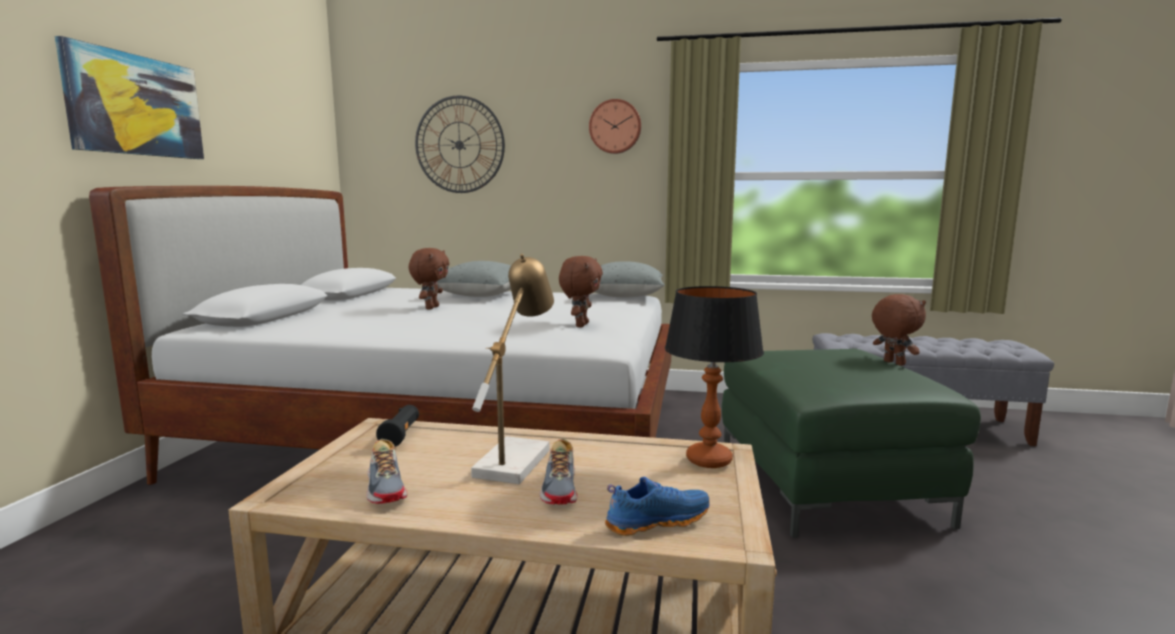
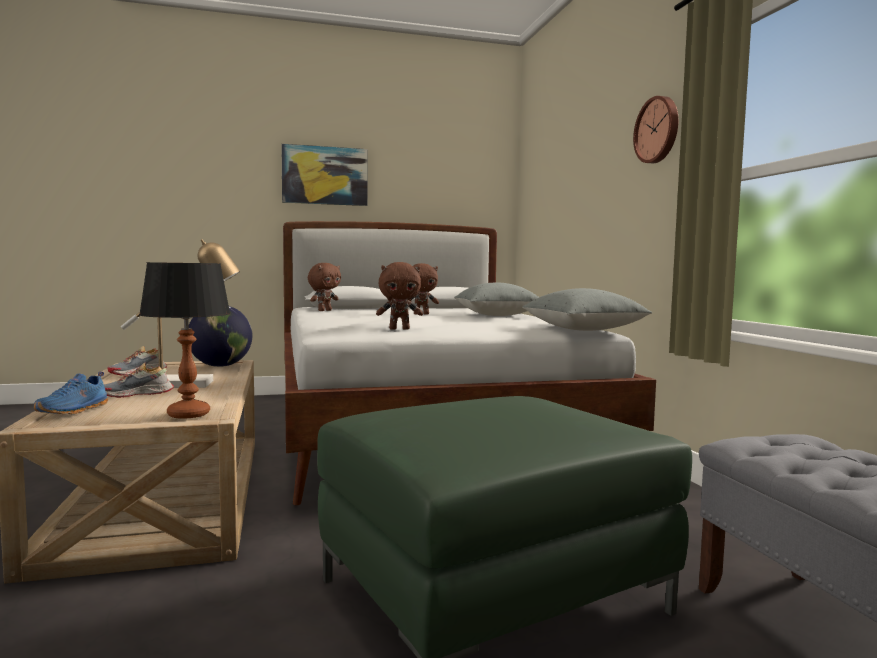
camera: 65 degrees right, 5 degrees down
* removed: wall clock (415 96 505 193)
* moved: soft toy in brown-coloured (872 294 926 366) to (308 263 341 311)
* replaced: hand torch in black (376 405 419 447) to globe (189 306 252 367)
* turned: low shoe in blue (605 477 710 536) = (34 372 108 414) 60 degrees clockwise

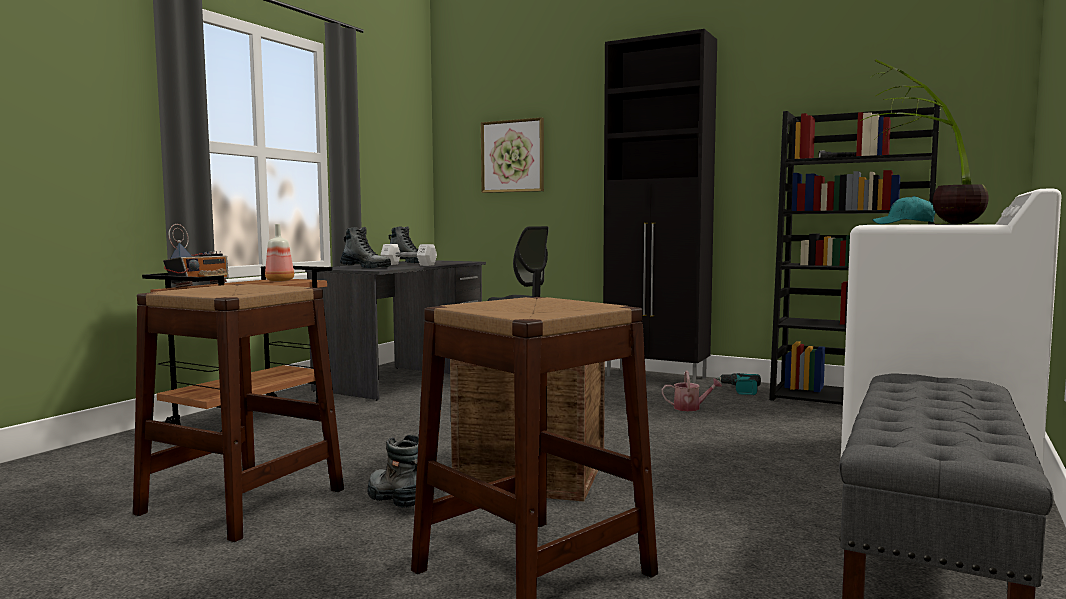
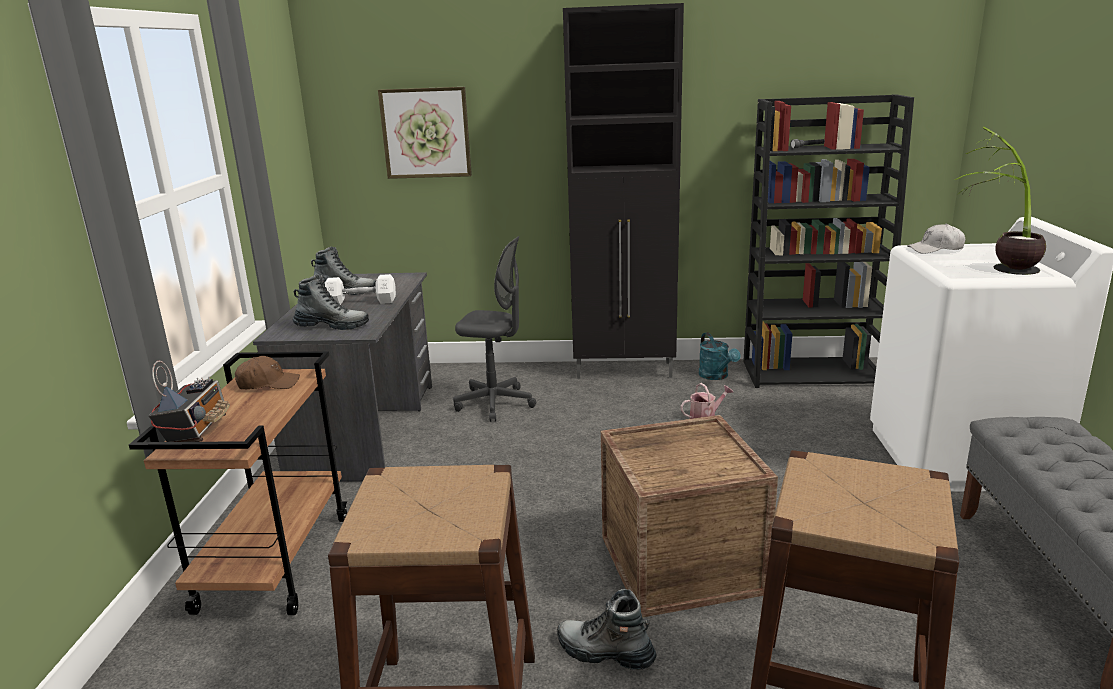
camera: 25 degrees left, 15 degrees up
* recoloured: baseball cap in turquoise-coloured (872 196 936 224) to baseball cap in whitish (907 224 965 254)
* replaced: beverage bottle (265 224 294 281) to baseball cap in brown-coloured (235 356 300 389)
* replaced: electric drill (716 373 761 395) to sprinkling can in turquoise-coloured (699 332 740 380)

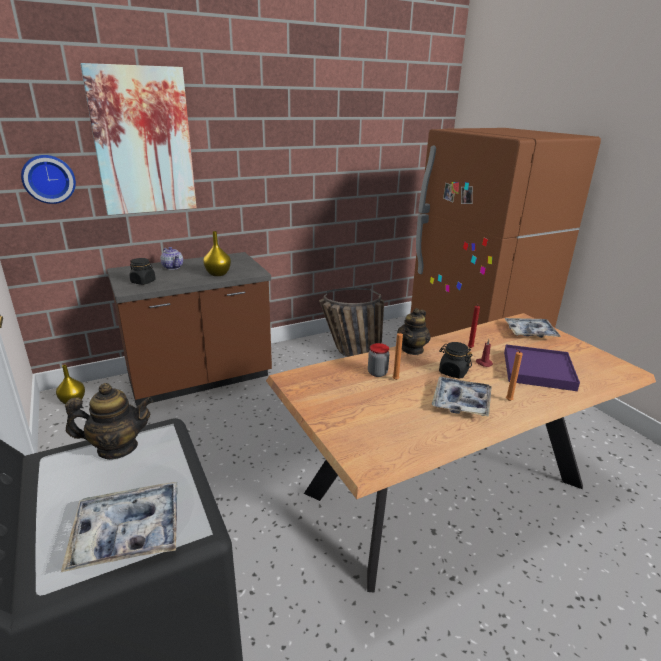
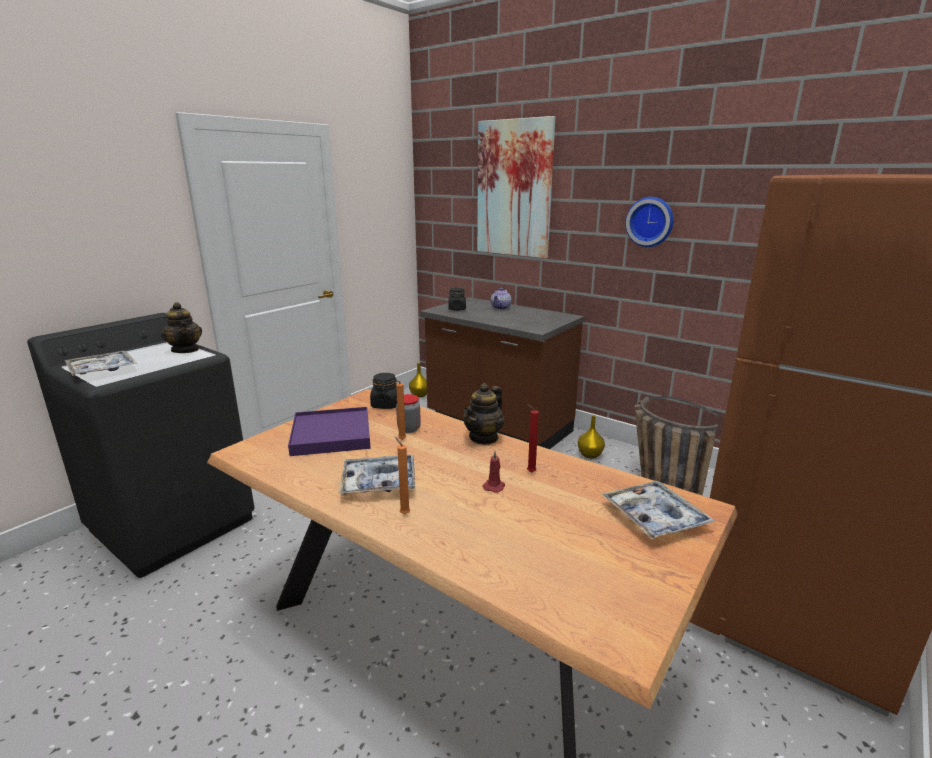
camera: 65 degrees right, 5 degrees down
* moved: wall clock (21 155 76 204) to (625 197 674 247)
* moved: flower vase in yellow-coloured (203 231 231 276) to (578 415 605 459)
* turned: teapot (397 308 431 355) = (463 383 504 445) 60 degrees counterclockwise
* moved: jar in black (439 342 472 378) to (370 373 397 409)
* moved: serving tray in purple (504 344 580 391) to (288 407 371 456)

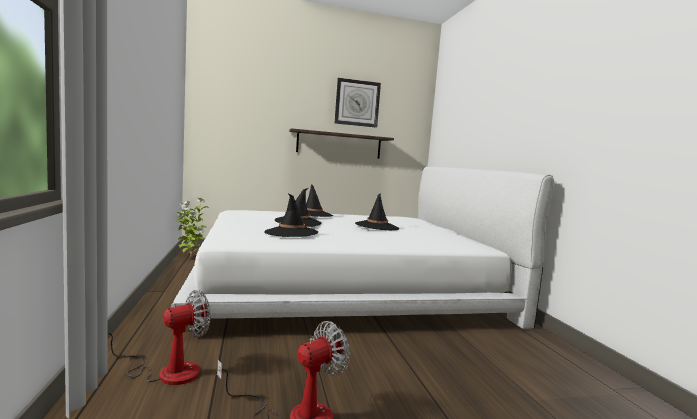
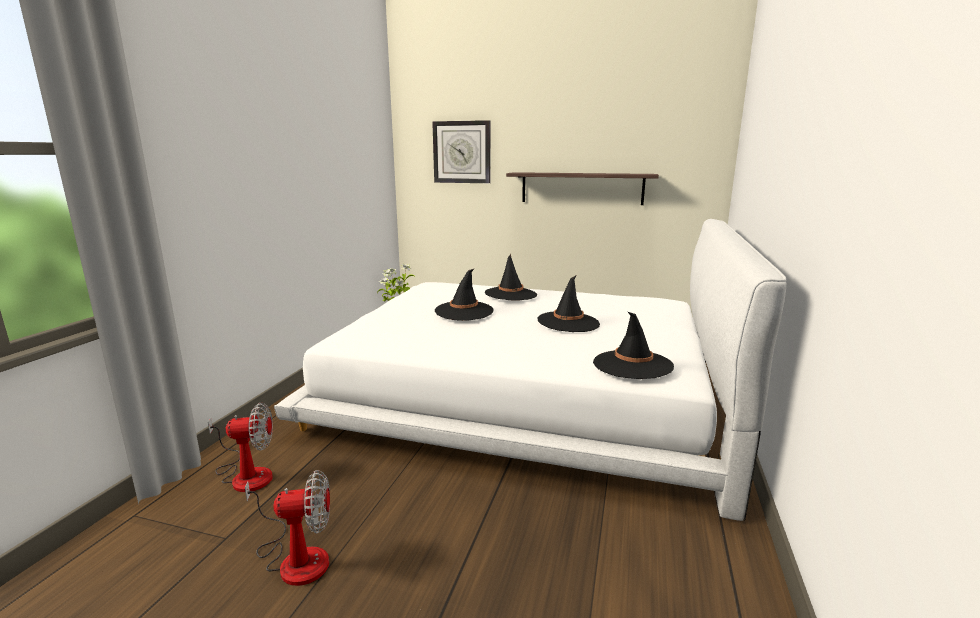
camera: 30 degrees right, 10 degrees up
* moved: wall clock (335 78 381 128) to (432 120 490 183)
* moved: wearable hat in black (264 193 318 237) to (593 312 674 379)

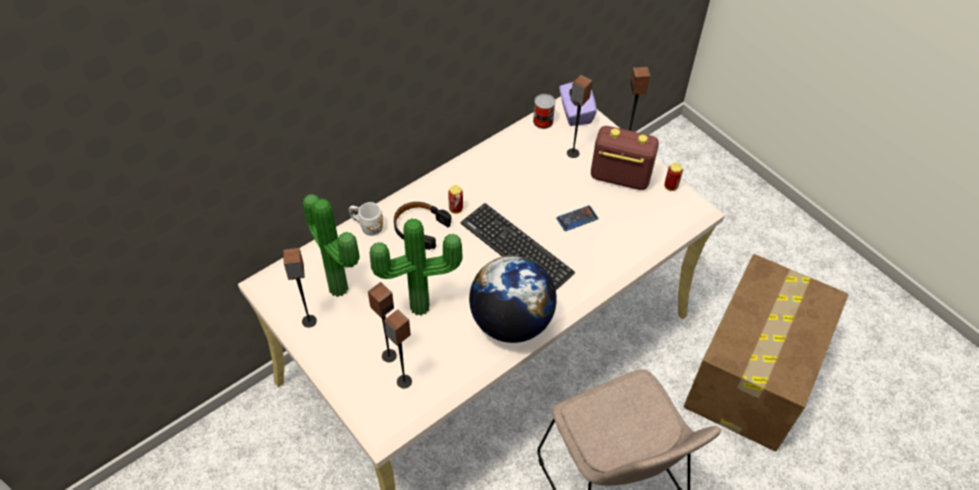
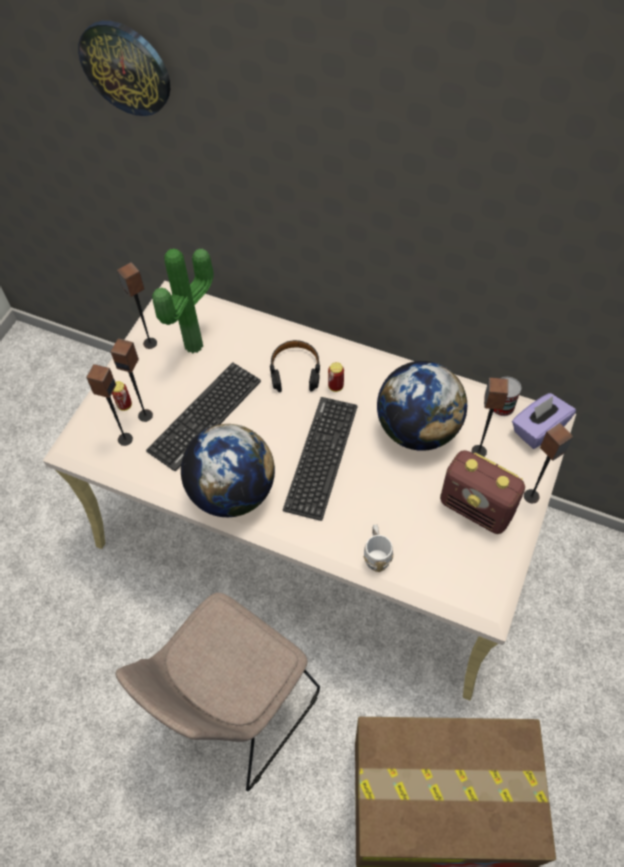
camera: 65 degrees right, 5 degrees up
* turned: radio set (591 126 659 190) = (440 450 525 534) 135 degrees clockwise
* moved: can (664 163 683 191) to (112 381 132 411)
* moved: tea mug in whitish (349 202 383 236) to (364 525 394 572)
* removed: handset (556 205 599 231)
* replaced: potted plant (370 218 463 316) to keyboard (146 362 261 471)
* added: wall clock (78 21 170 116)
* added: globe (377 361 467 451)

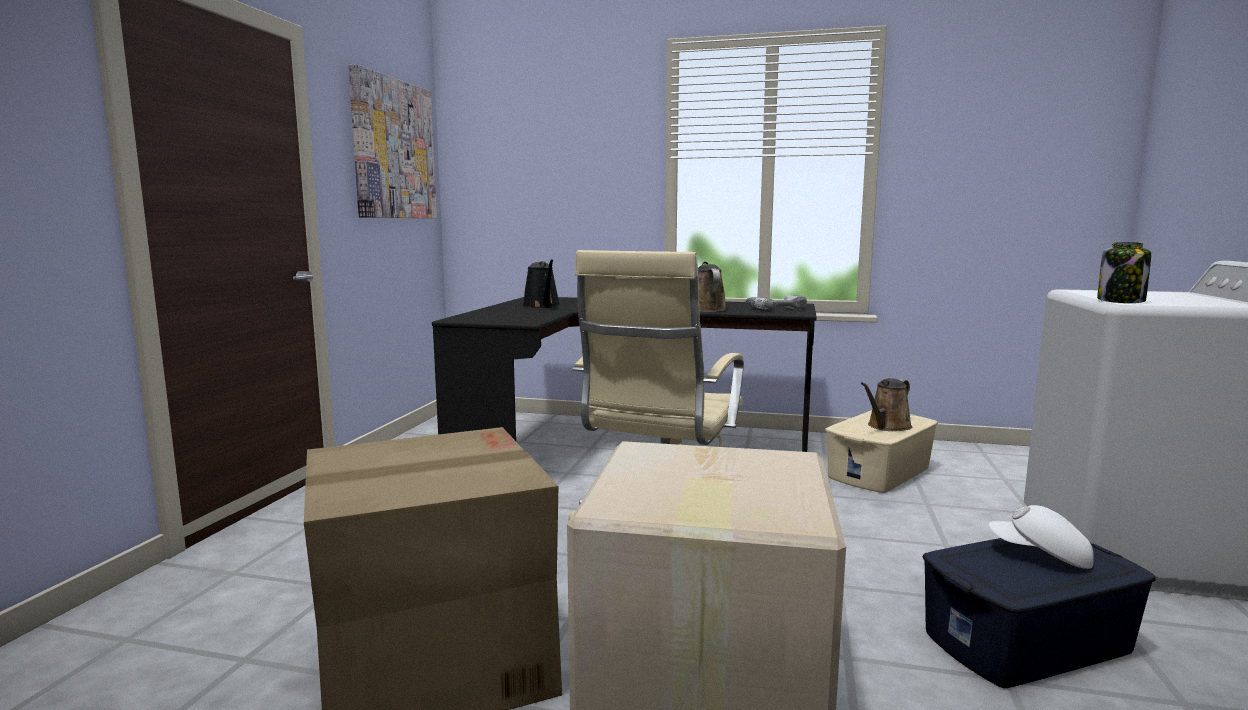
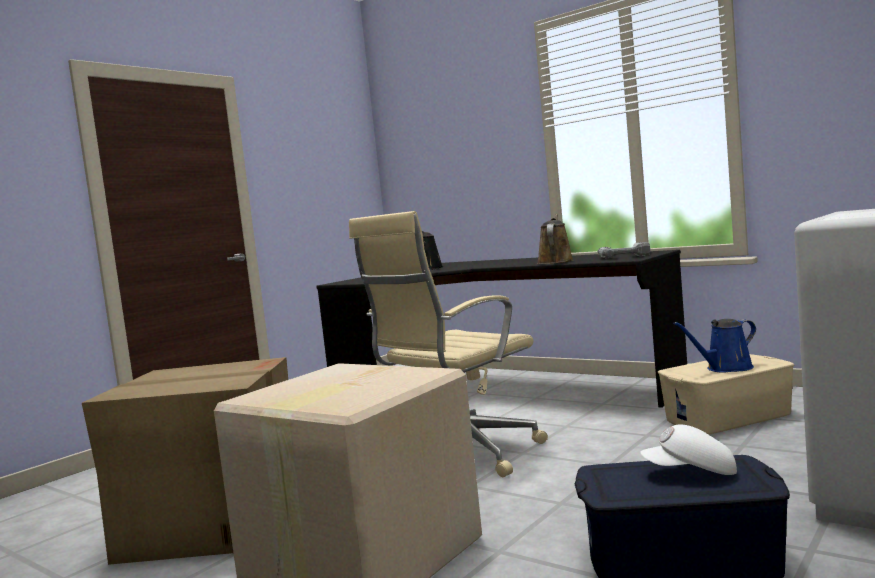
camera: 25 degrees right, 5 degrees down
* removed: picture (348 64 437 218)
* removed: jar (1097 242 1151 303)
* recoloured: sprinkling can in brown-coloured (861 378 912 431) to sprinkling can in blue (673 319 756 373)
* turned: baseball cap in whitish (989 505 1094 569) = (640 424 737 475) 45 degrees counterclockwise

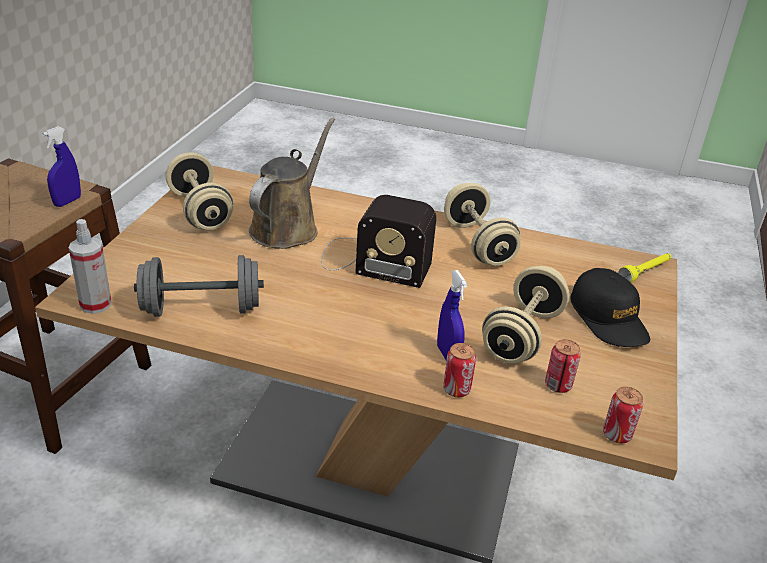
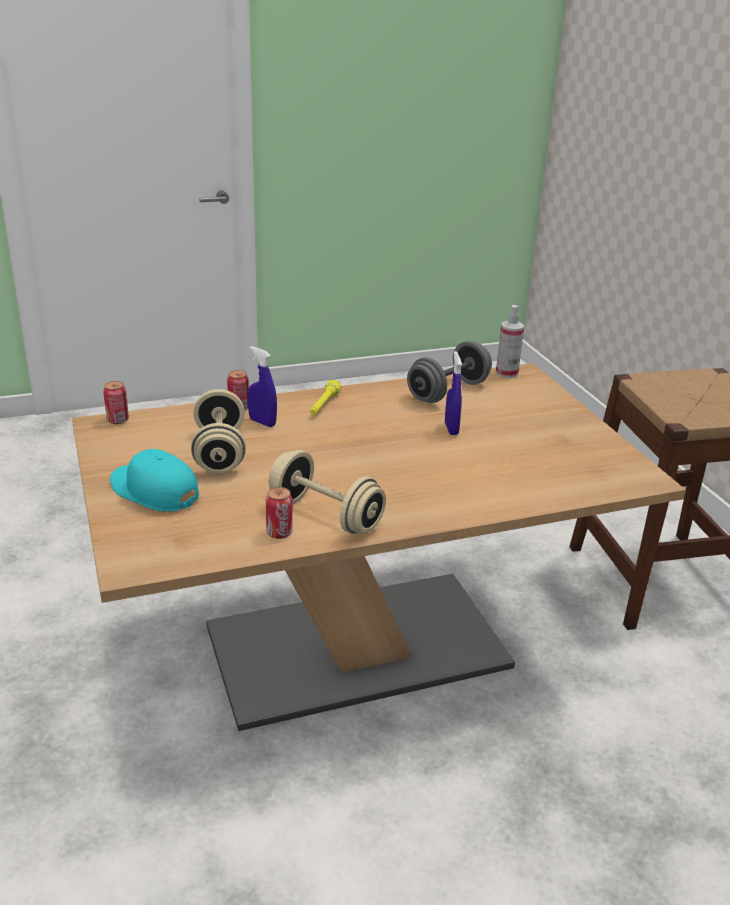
camera: 145 degrees right, 5 degrees down
* removed: sprinkling can in brown-coloured (249 118 335 249)
* moved: sprayer in blue (42 126 81 207) to (445 351 462 435)
* removed: hand weight in beige-coloured (166 152 234 230)
* removed: radio set (321 195 436 288)
* moved: hand torch in yellow-coloured (618 253 671 283) to (310 379 341 415)
* recoloured: baseball cap in black (570 268 650 347) to baseball cap in turquoise-coloured (110 449 199 512)
* moved: can (545 339 581 393) to (266 487 293 539)

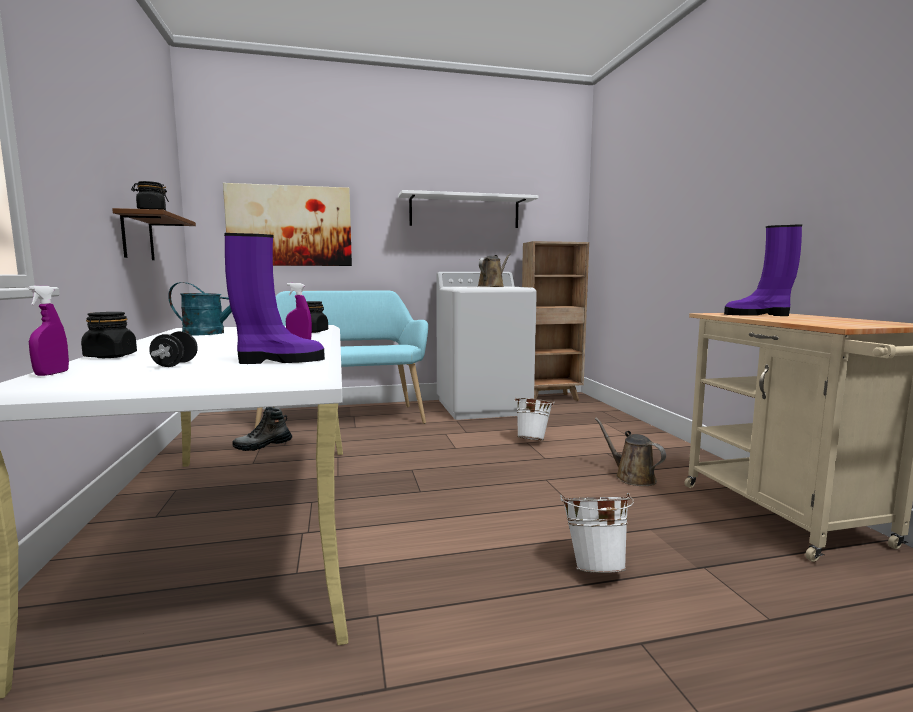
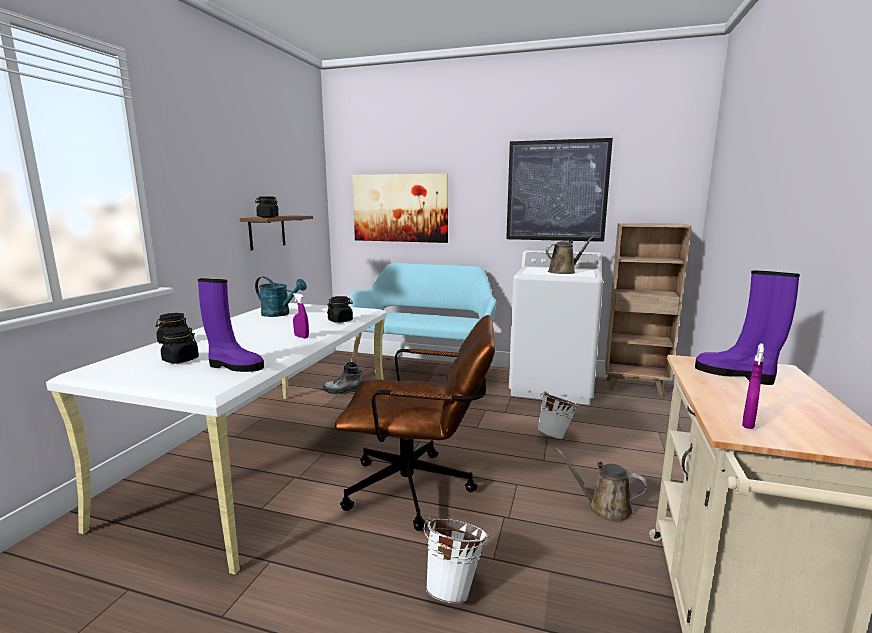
camera: 30 degrees right, 5 degrees up
* replaced: bracket shelf in whitish (398 190 539 228) to picture (506 138 613 242)
* moved: sprayer in purple (26 286 69 376) to (742 343 764 429)
* replaced: hand weight in black (149 331 198 367) to jar in black (159 327 199 364)
* turned: sprinkling can in brown-coloured (595 418 666 486) = (555 448 647 522) 60 degrees counterclockwise
* added: office chair in brown-coloured (335 315 495 531)

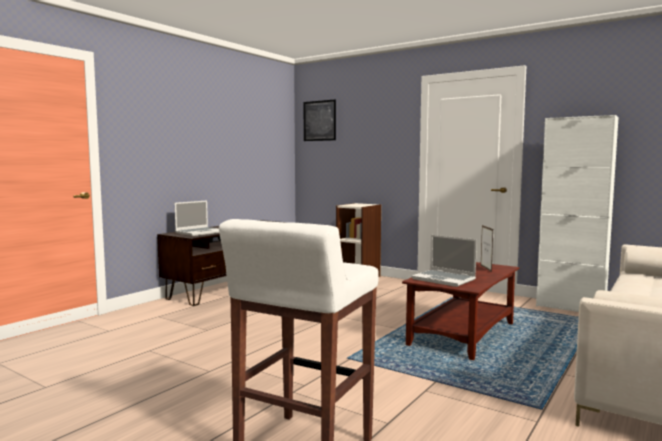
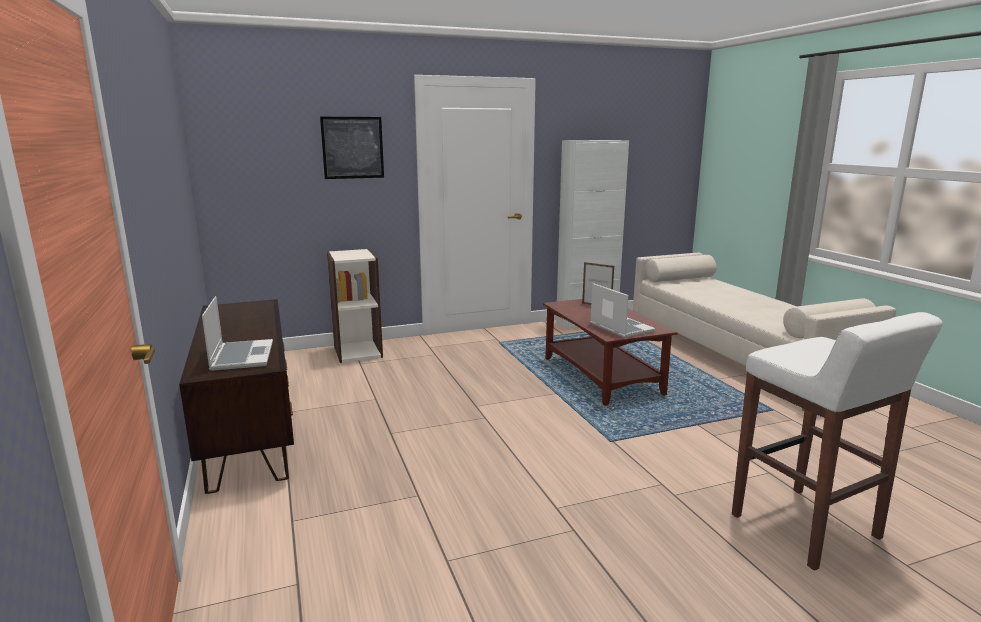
camera: 55 degrees left, 10 degrees up
* moved: picture (304 100 336 141) to (320 117 384 179)
* turned: portable computer (412 235 477 287) = (590 283 656 338) 105 degrees counterclockwise

